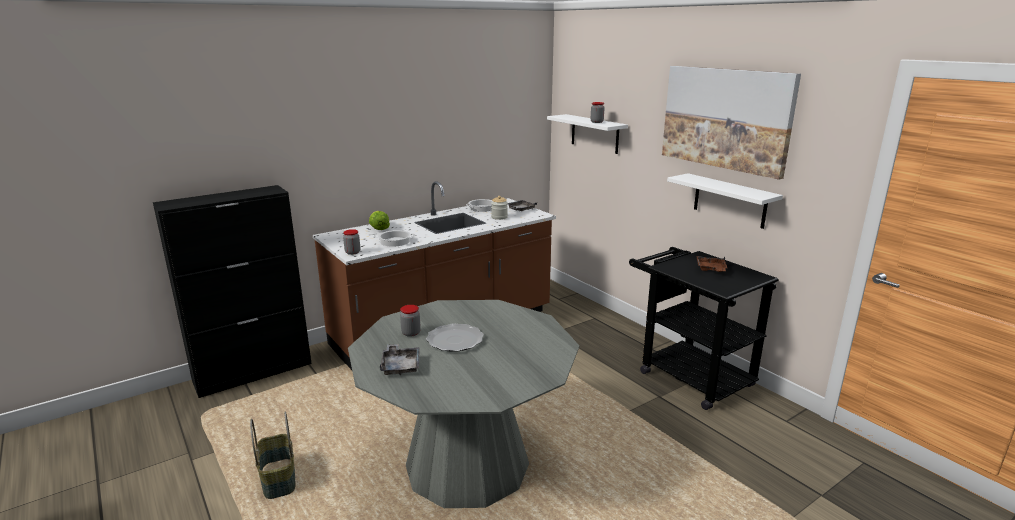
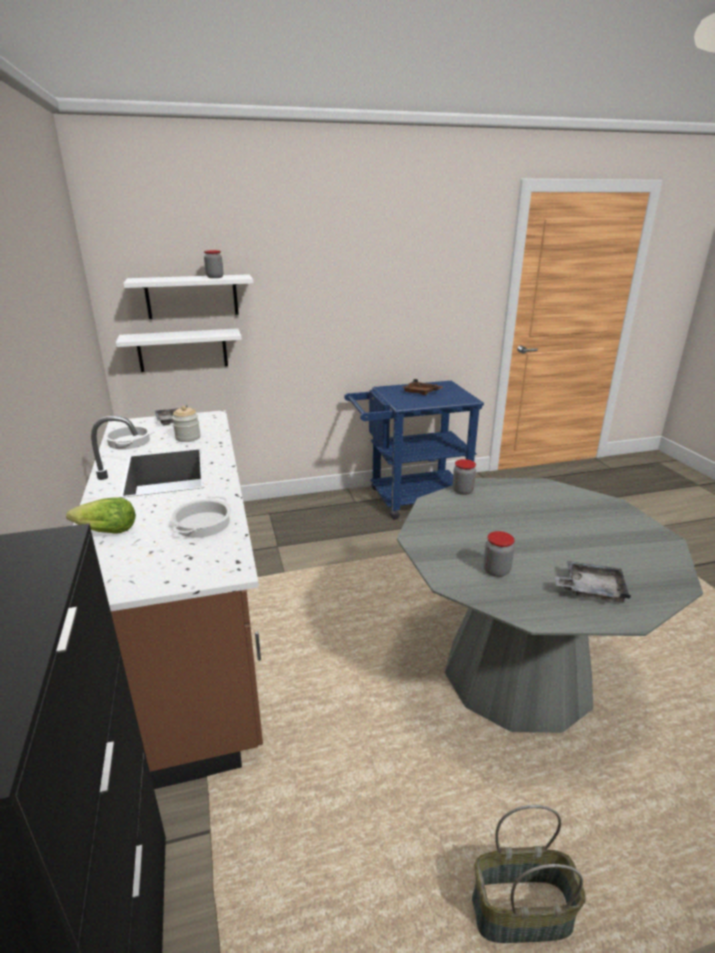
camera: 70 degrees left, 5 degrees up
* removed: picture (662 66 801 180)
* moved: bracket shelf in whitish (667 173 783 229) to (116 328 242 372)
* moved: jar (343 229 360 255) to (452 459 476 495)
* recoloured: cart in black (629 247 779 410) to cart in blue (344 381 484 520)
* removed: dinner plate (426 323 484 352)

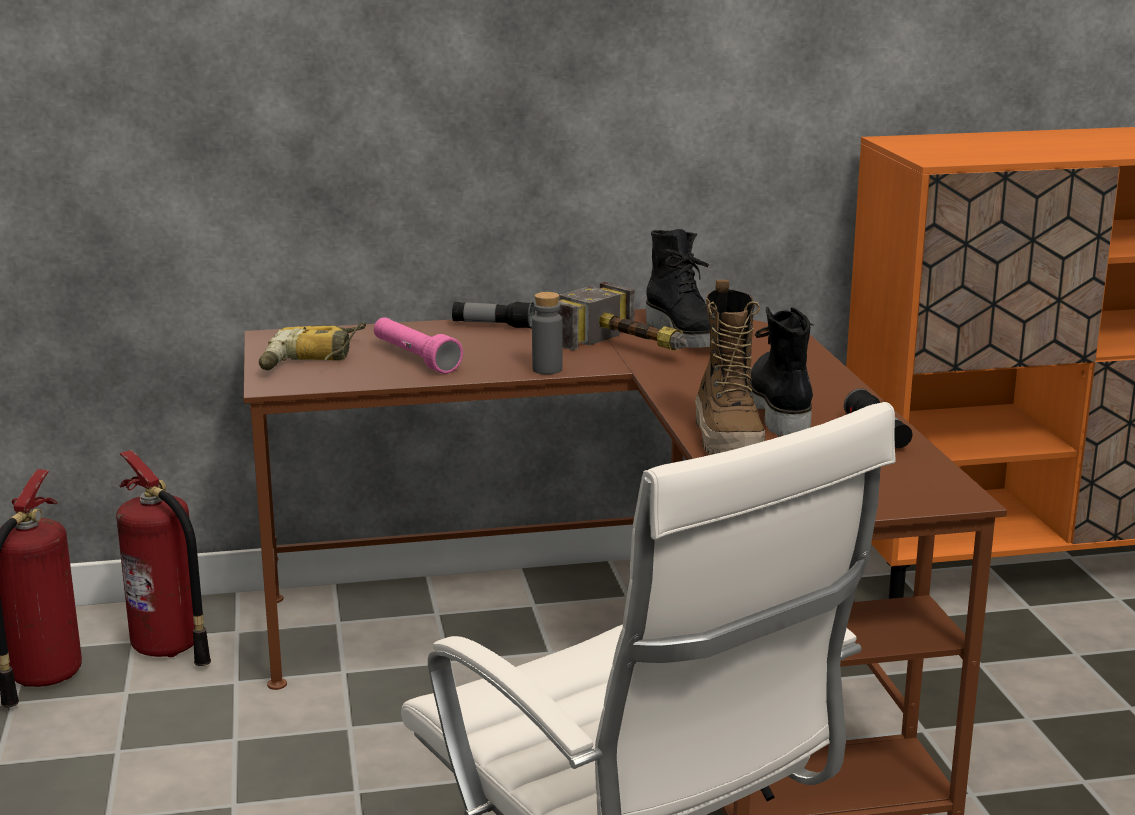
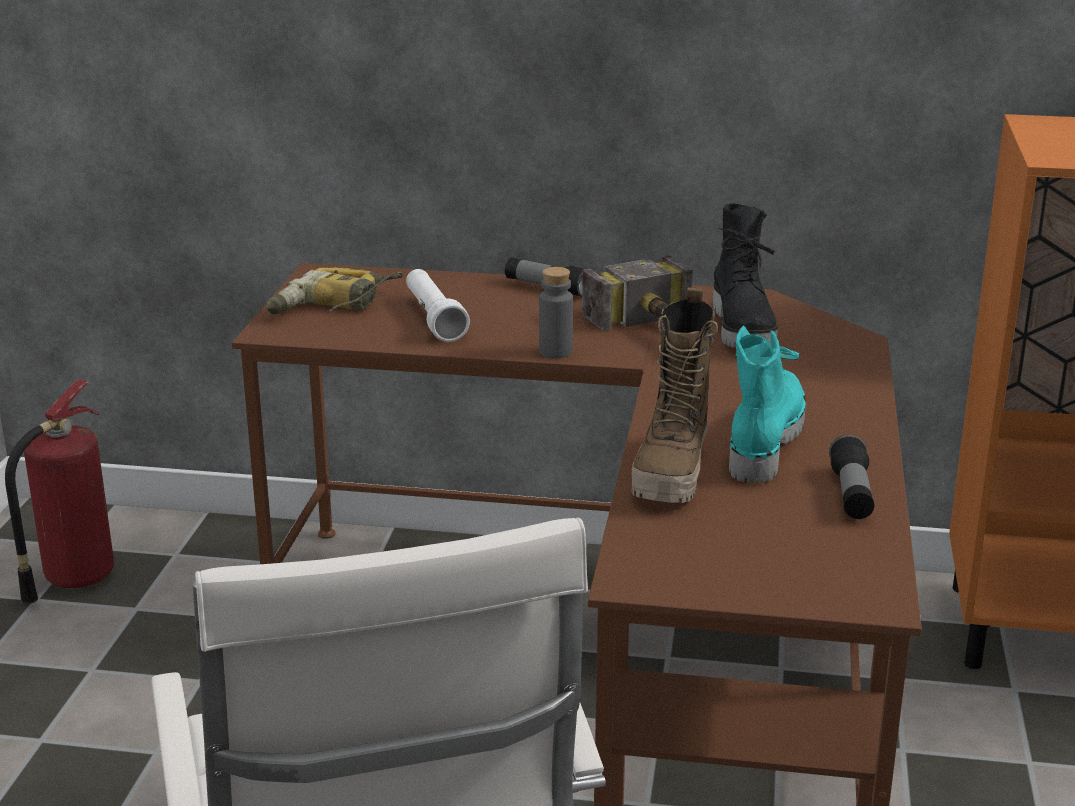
camera: 20 degrees right, 5 degrees up
* recoloured: tall boot in black (751 307 814 436) to tall boot in turquoise-coloured (729 326 806 484)
* recoloured: hand torch in pinkish (374 317 463 374) to hand torch in whitish (406 269 470 342)
* removed: extinguisher (116 450 211 666)

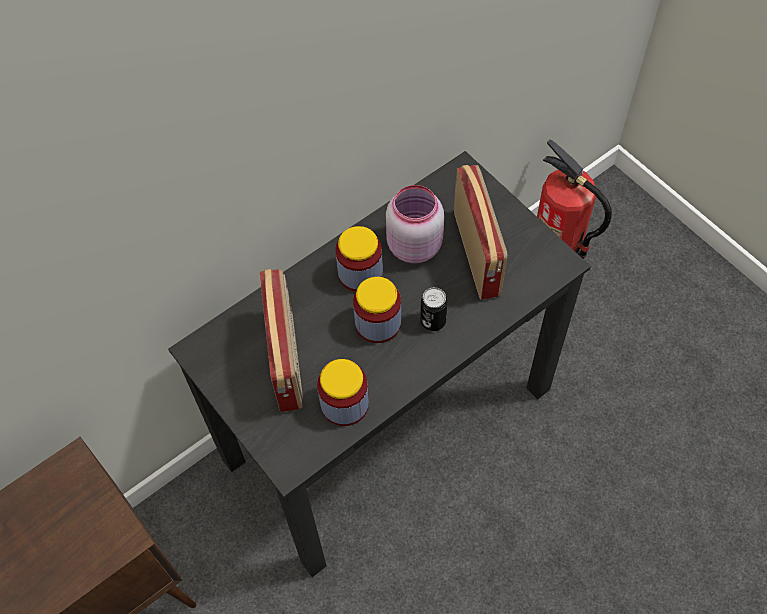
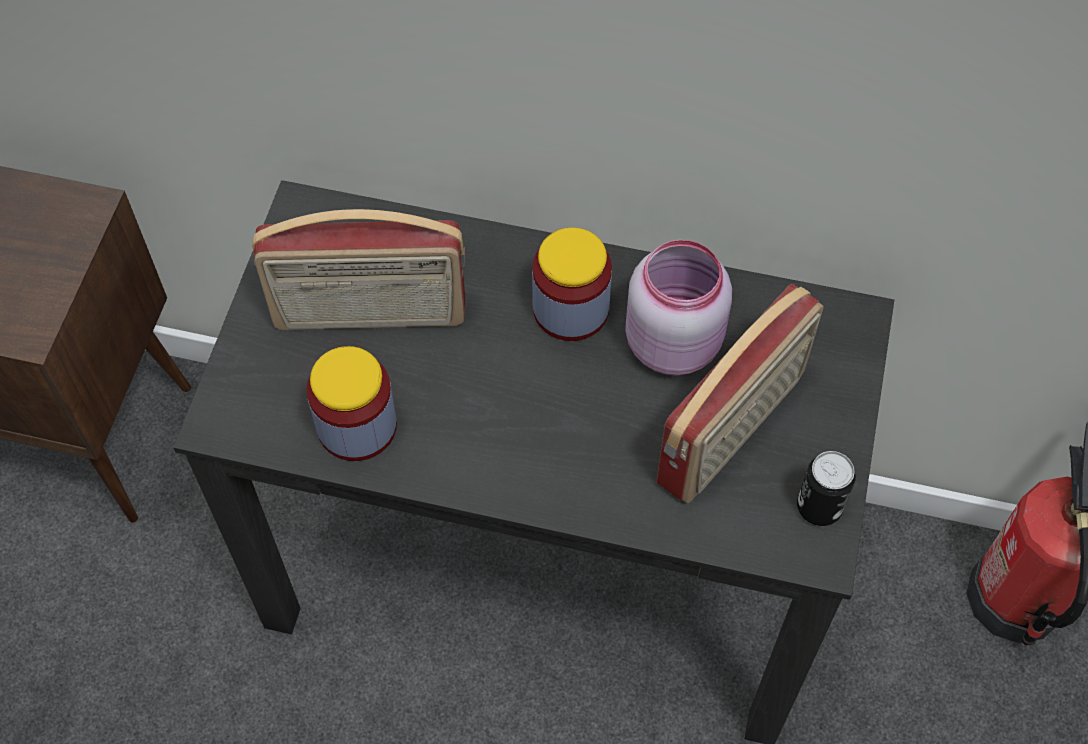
camera: 50 degrees right, 0 degrees up
* turned: radio set (260 269 303 412) = (252 209 465 330) 45 degrees clockwise
* removed: jar (353 277 401 343)
* moved: can (420 287 448 331) to (797 451 856 526)

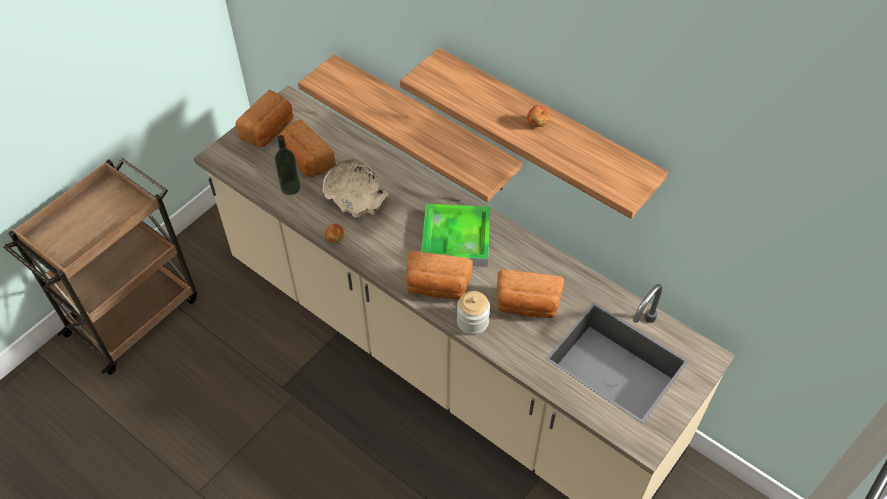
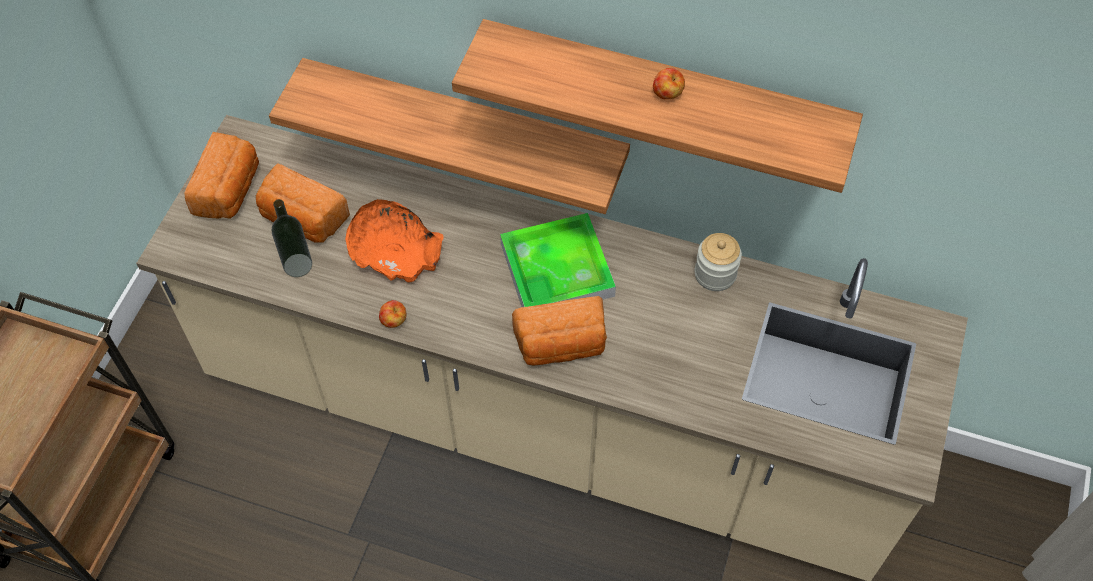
camera: 20 degrees left, 5 degrees up
* recoloured: serving bowl in beige-coloured (322 159 388 218) to serving bowl in orange-coloured (345 199 444 282)
* removed: baked bread (497 269 564 318)
* moved: jar (457 291 490 335) to (694 233 742 291)

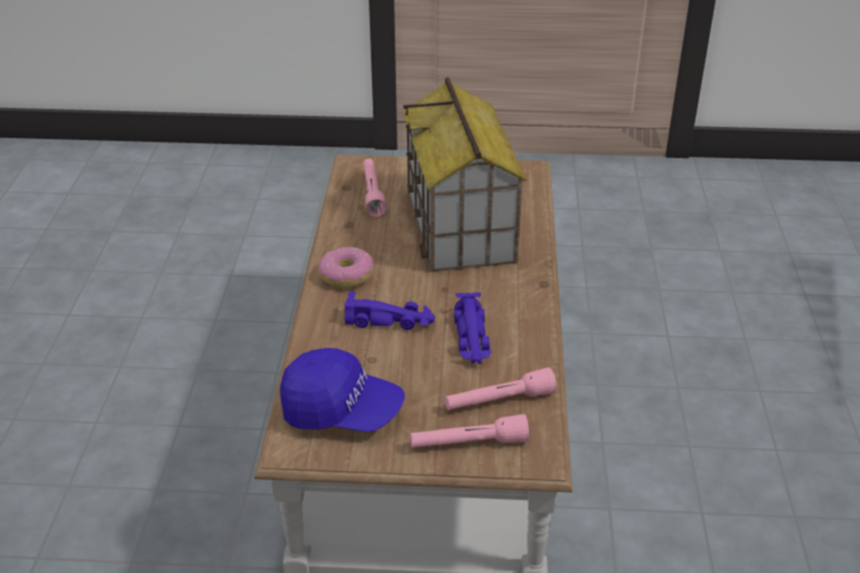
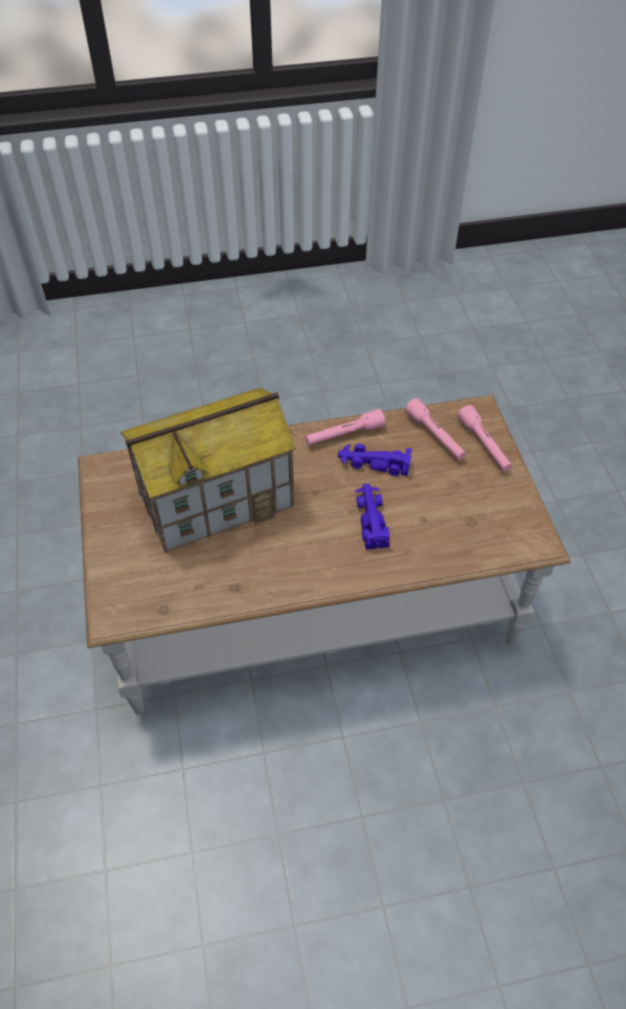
camera: 105 degrees left, 15 degrees up
* moved: hand torch in pinkish (363 158 387 217) to (305 409 385 446)
* removed: donut (318 247 373 288)
* turned: model car in purple (454 292 491 364) = (338 444 412 476) 150 degrees counterclockwise
* removed: baseball cap in blue (280 348 405 432)

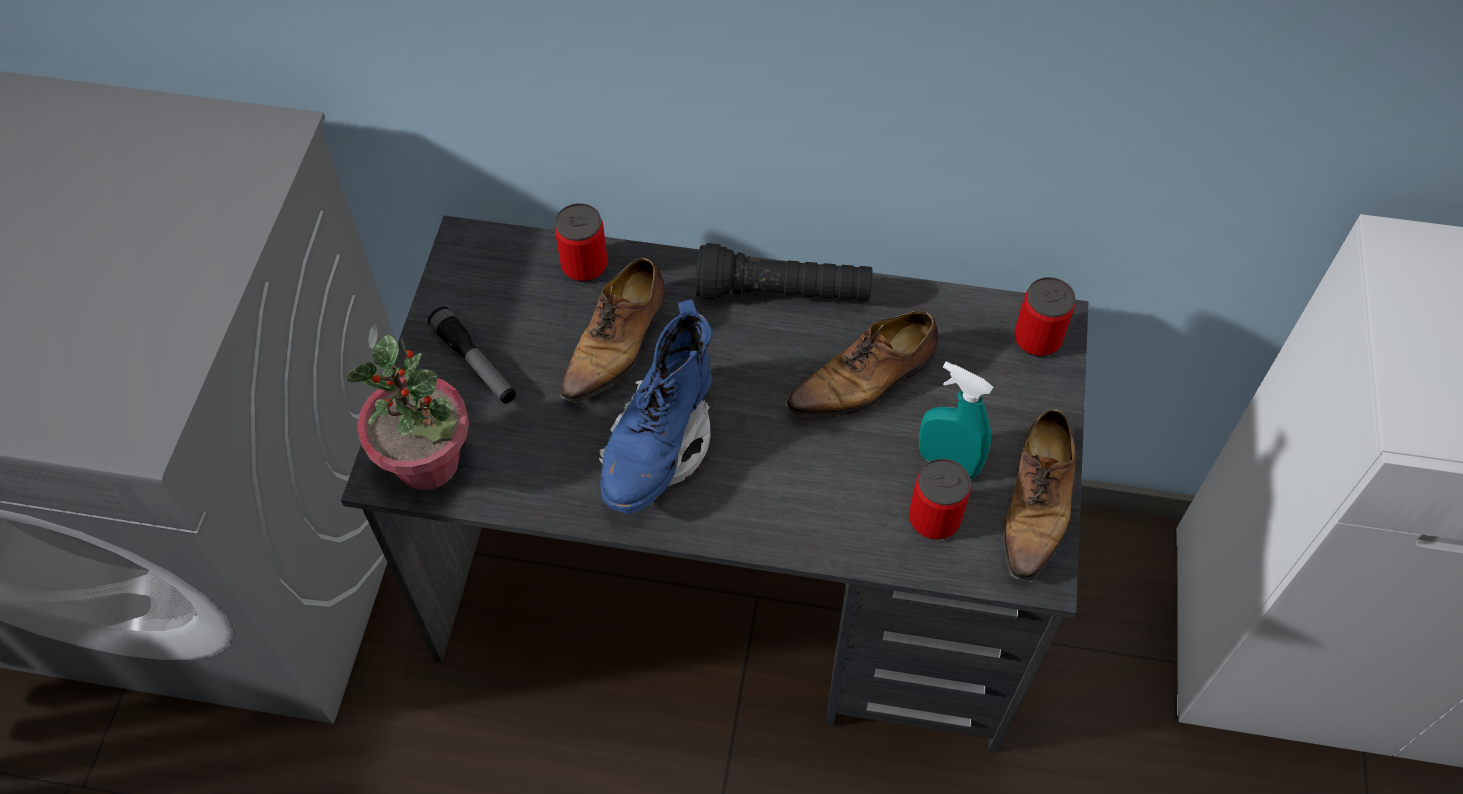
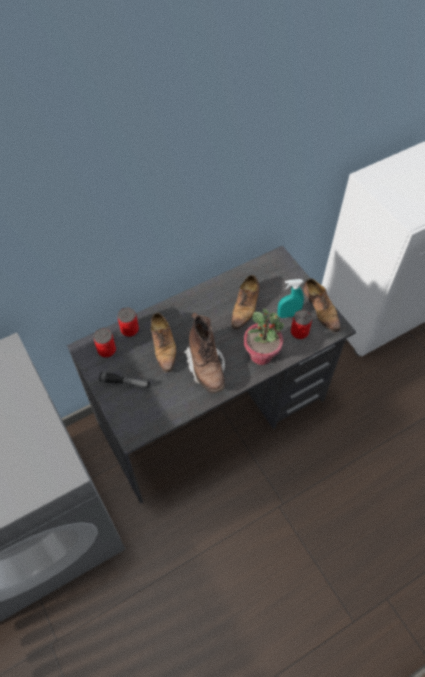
camera: 40 degrees left, 0 degrees up
* removed: hand torch in black (696 243 873 301)
* moved: can (1014 277 1075 357) to (94 328 116 358)
* recoloured: tall boot in blue (599 299 713 514) to tall boot in brown-coloured (184 312 225 393)
* moved: potted plant (347 334 469 490) to (244 308 284 365)

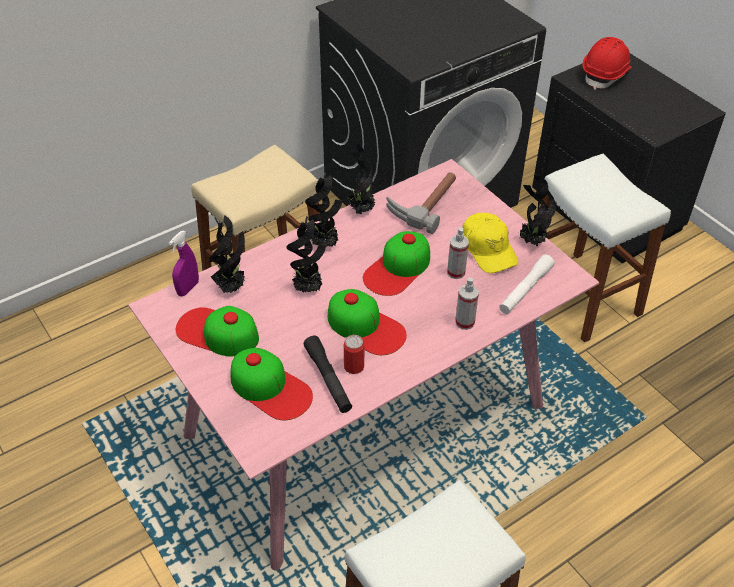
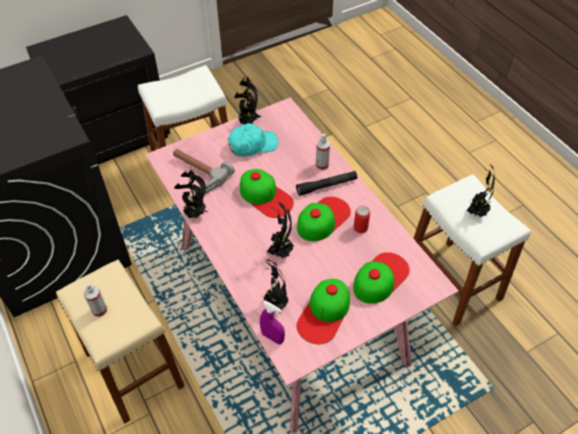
camera: 85 degrees left, 5 degrees up
* removed: hard hat in reddish (583 37 632 90)
* moved: potted plant (305 172 342 247) to (467 165 495 217)
* recoloured: baseball cap in yellow-coloured (462 213 518 273) to baseball cap in turquoise-coloured (228 123 278 156)
* moved: sprayer (447 227 469 279) to (84 283 107 317)
* removed: hand torch in whitish (499 255 555 314)
* moved: hand torch in black (304 336 352 413) to (296 171 357 196)

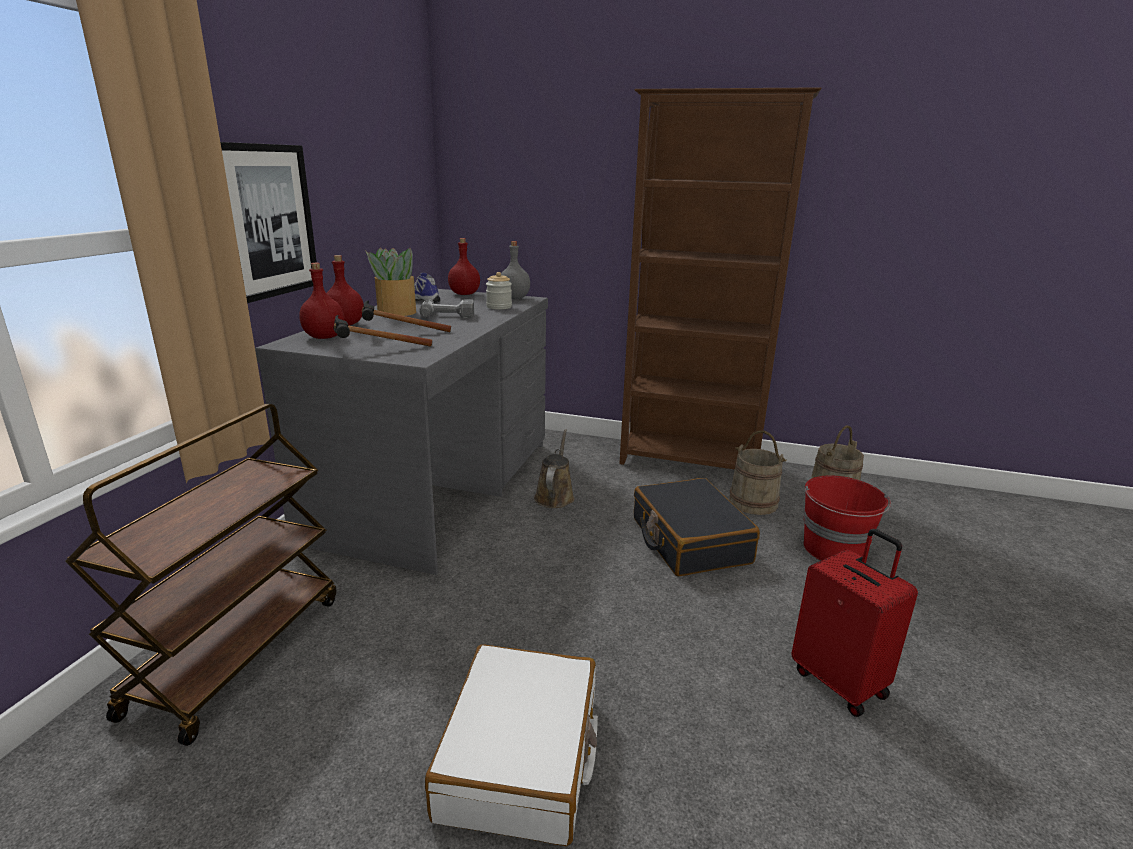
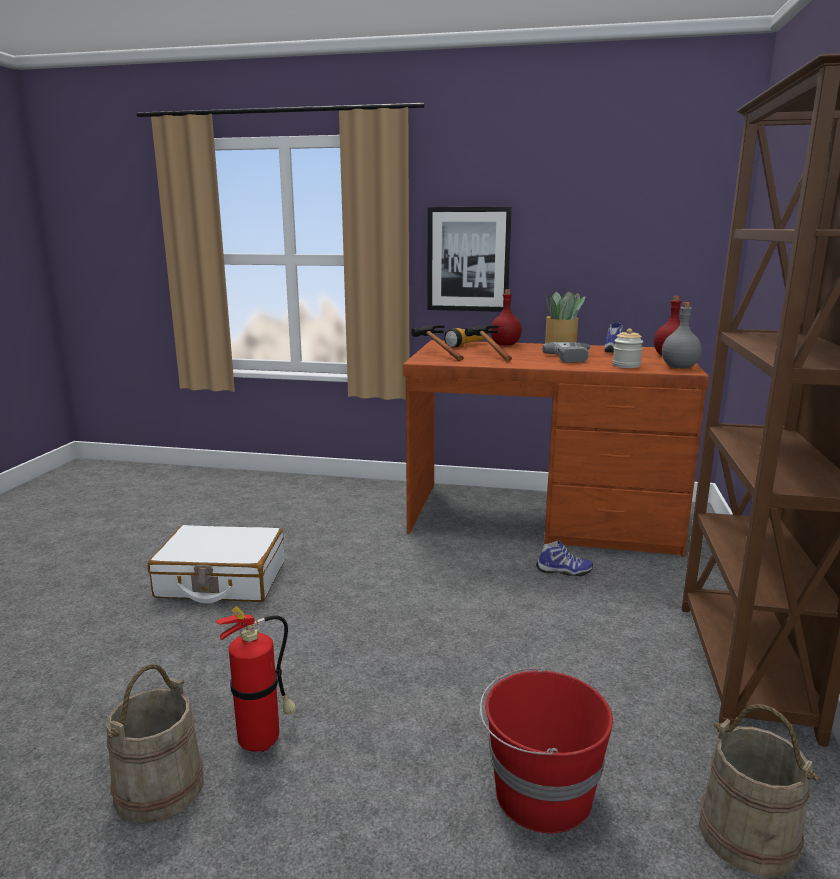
camera: 85 degrees right, 5 degrees down
* replaced: beverage bottle in reddish (299 263 345 339) to hand torch (444 328 484 348)
* recoloured: desk in greyish (255 289 548 575) to desk in brown-coloured (403 340 709 557)
* removed: cart in brown-coloured (65 404 336 746)
* replaced: sprinkling can in brown-coloured (534 429 574 508) to low shoe (536 540 593 576)
* moved: bucket in beige-coloured (729 430 786 515) to (106 664 204 823)
* removed: travel case in black (634 478 760 576)
* replaced: travel case in reddish (791 529 918 717) to extinguisher (216 606 296 752)

